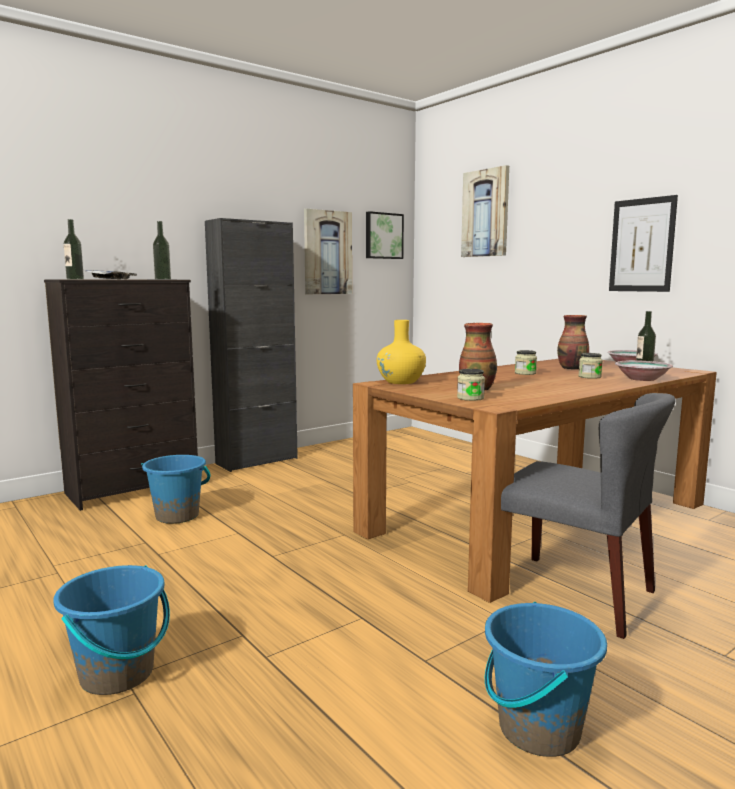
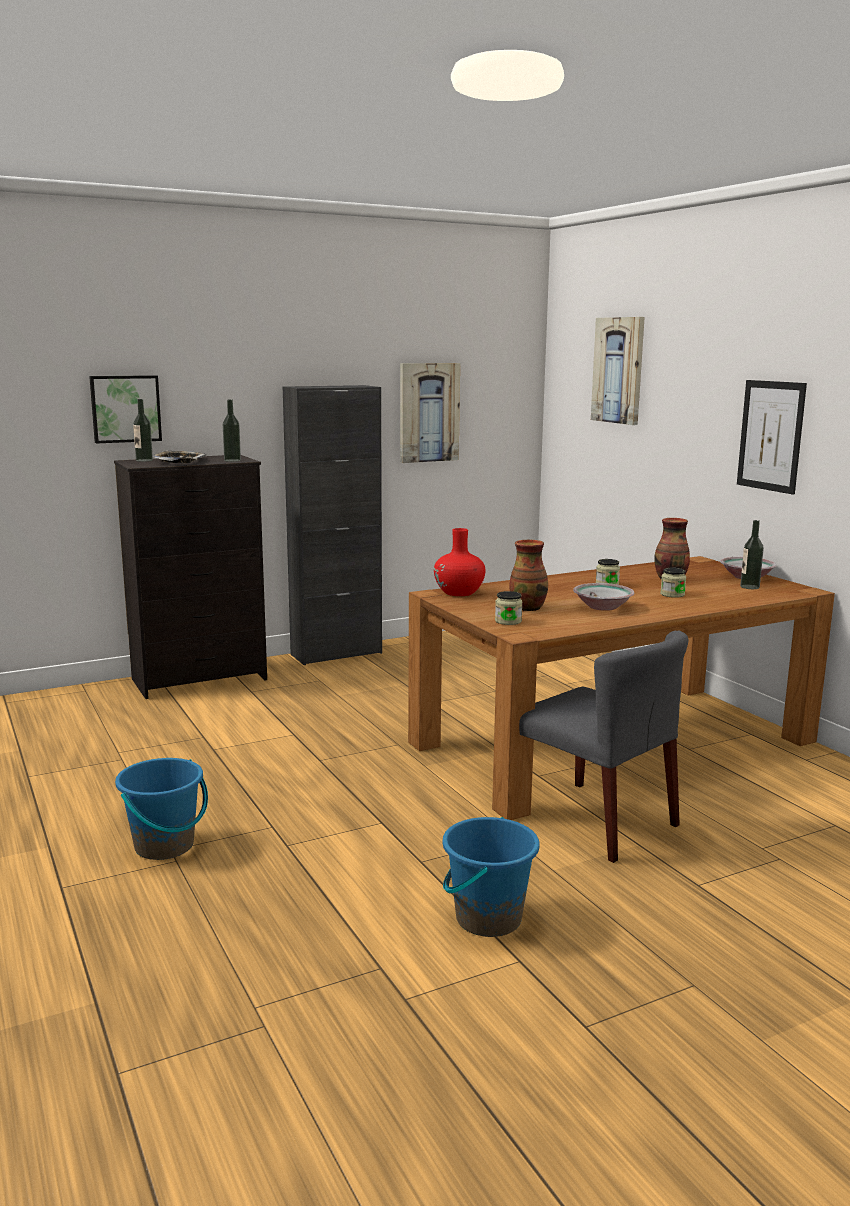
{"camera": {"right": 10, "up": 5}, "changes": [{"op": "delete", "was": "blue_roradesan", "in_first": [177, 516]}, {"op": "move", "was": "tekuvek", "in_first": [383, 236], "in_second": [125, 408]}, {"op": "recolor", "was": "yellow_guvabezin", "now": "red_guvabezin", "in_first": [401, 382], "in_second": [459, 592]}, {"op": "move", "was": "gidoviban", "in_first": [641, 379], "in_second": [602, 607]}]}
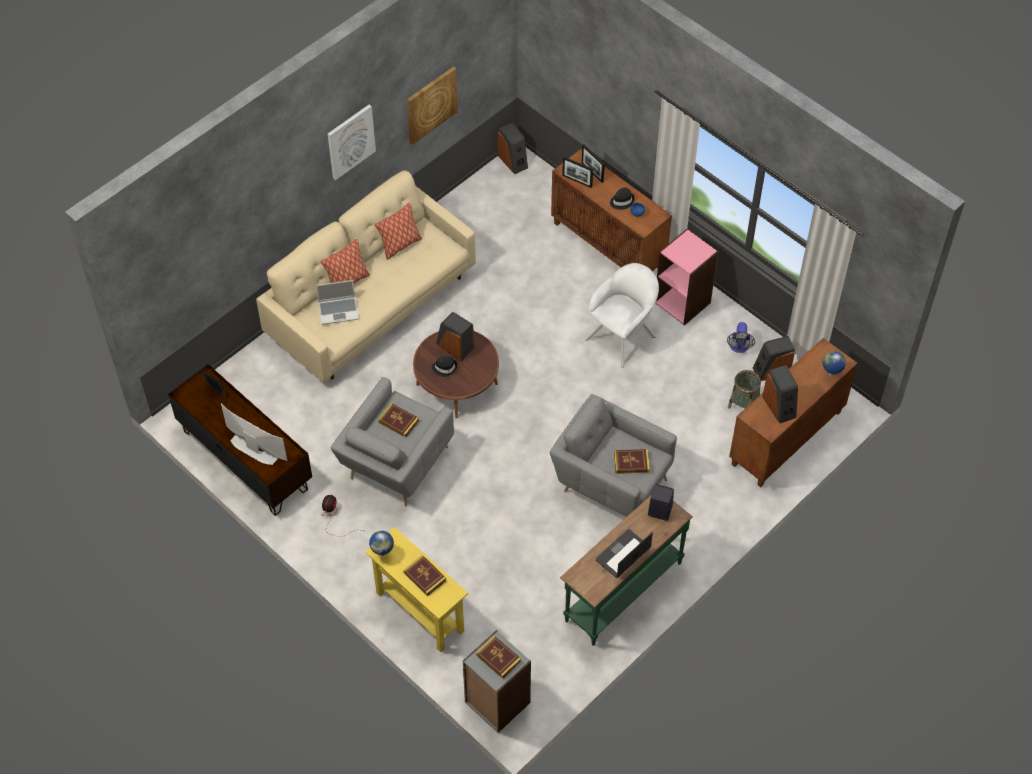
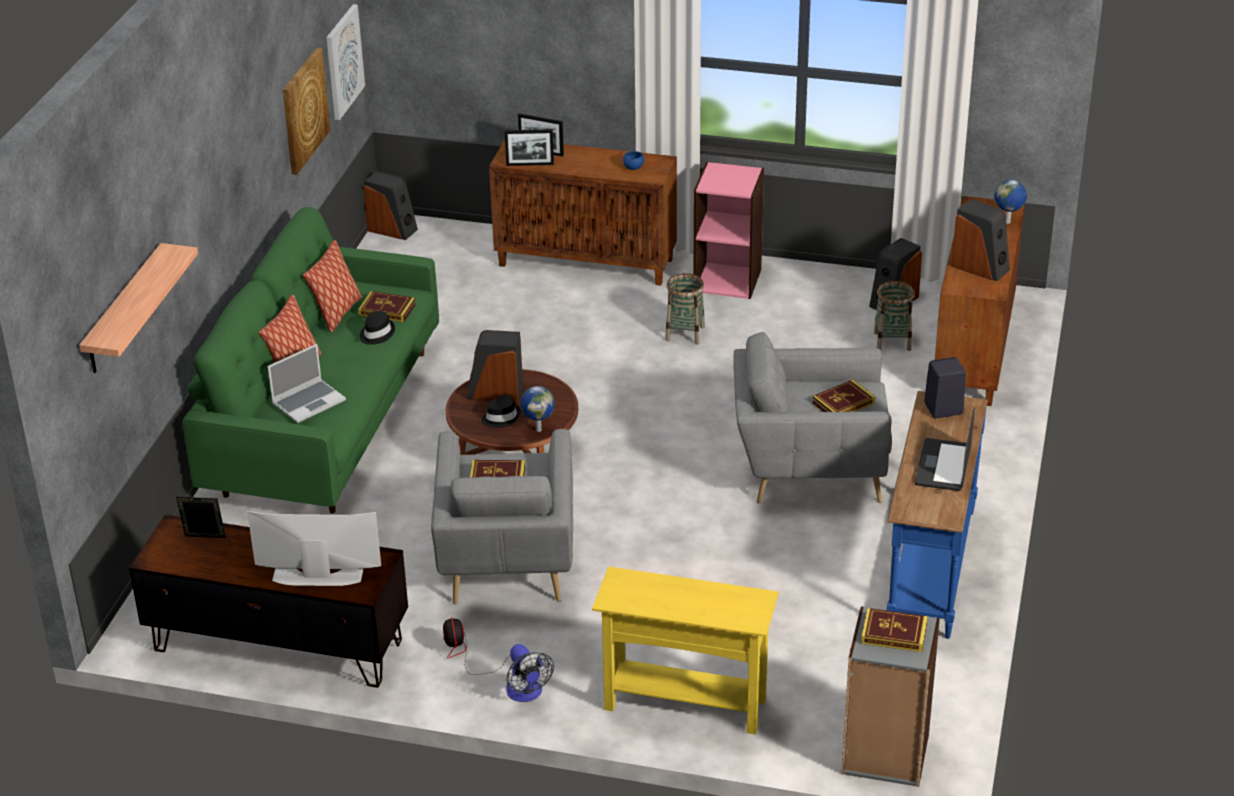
{"camera": {"right": -30, "up": -20}, "changes": [{"op": "recolor", "was": "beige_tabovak", "now": "green_tabovak", "in_first": [371, 306], "in_second": [324, 422]}, {"op": "move", "was": "tekuvek", "in_first": [350, 141], "in_second": [343, 61]}, {"op": "move", "was": "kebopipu", "in_first": [383, 554], "in_second": [538, 429]}, {"op": "move", "was": "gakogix", "in_first": [424, 576], "in_second": [387, 310]}, {"op": "recolor", "was": "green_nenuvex", "now": "blue_nenuvex", "in_first": [622, 591], "in_second": [929, 569]}, {"op": "replace", "was": "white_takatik", "now": "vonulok", "in_first": [623, 335], "in_second": [685, 333]}, {"op": "move", "was": "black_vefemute", "in_first": [621, 201], "in_second": [376, 333]}, {"op": "move", "was": "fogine", "in_first": [739, 347], "in_second": [526, 694]}, {"op": "insert", "now": "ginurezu", "in_second": [124, 310]}]}
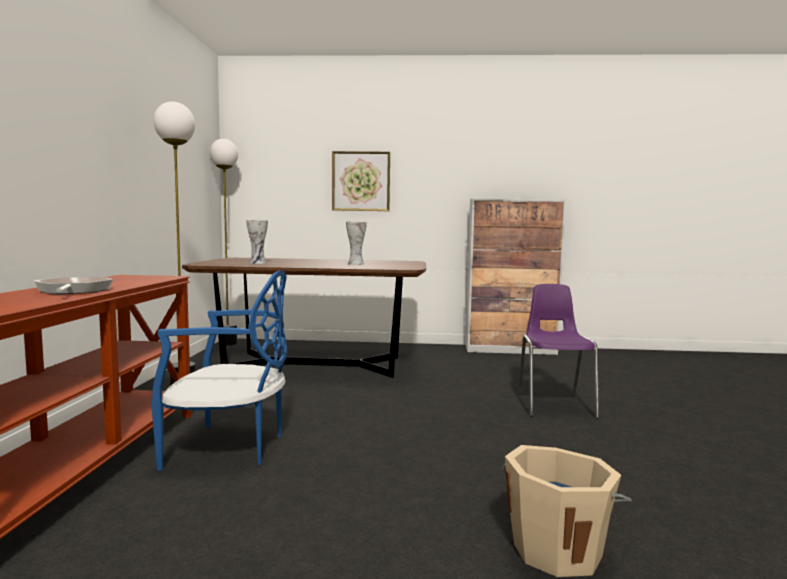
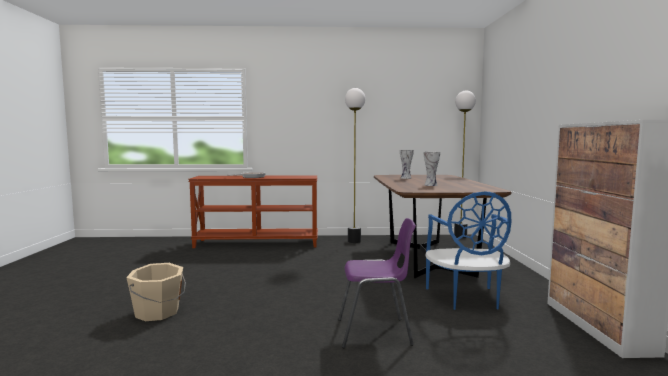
{"camera": {"right": 85, "up": 0}, "changes": [{"op": "move", "was": "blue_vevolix", "in_first": [229, 448], "in_second": [466, 298]}, {"op": "delete", "was": "tekuvek", "in_first": [361, 181]}]}
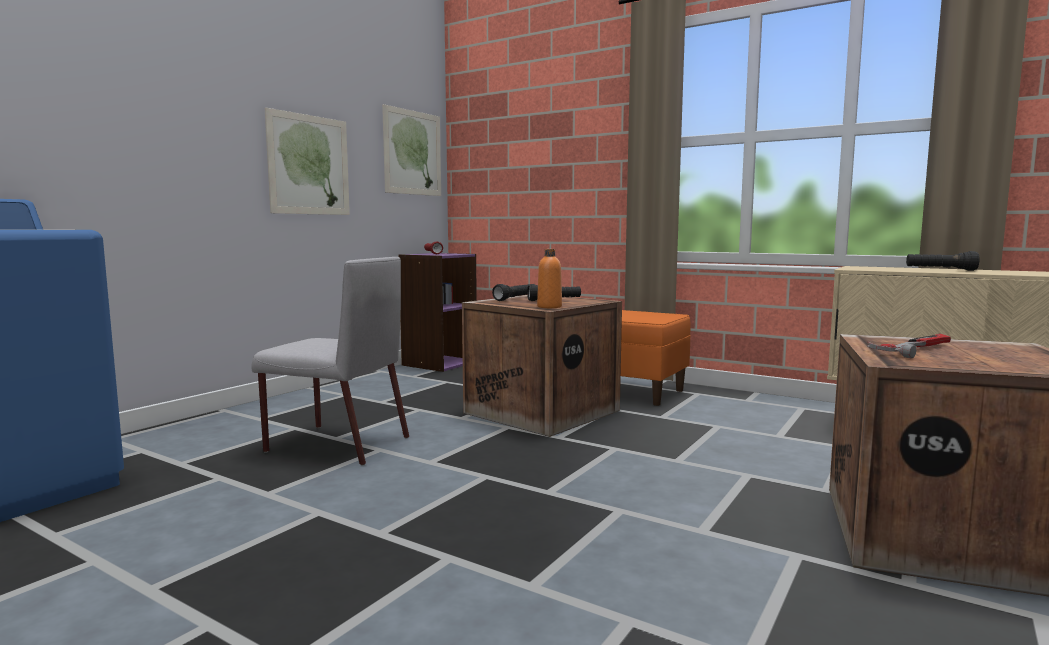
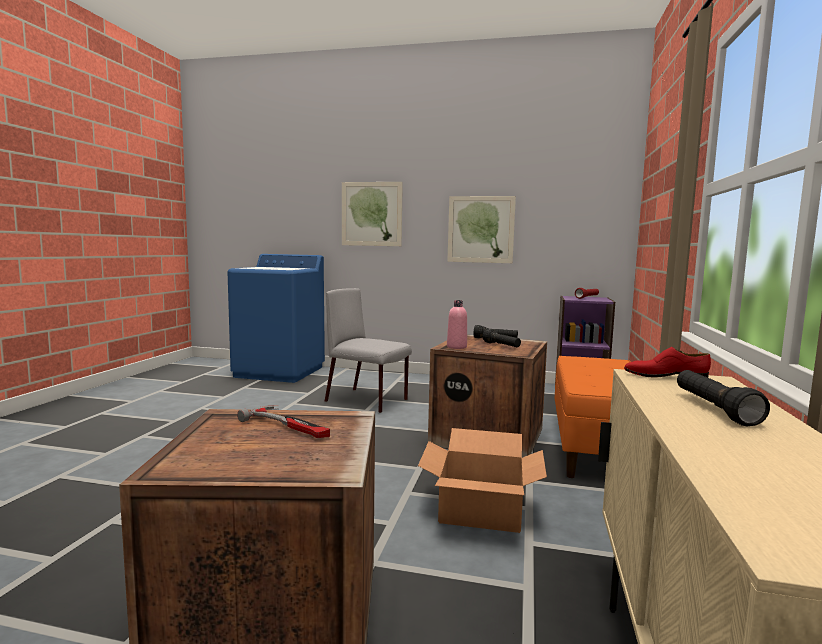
{"camera": {"right": 70, "up": 0}, "changes": [{"op": "rotate", "was": "grey_vevolix", "in_first": [336, 444], "in_second": [367, 401], "clockwise": 120}, {"op": "move", "was": "tekuvek", "in_first": [412, 153], "in_second": [371, 214]}, {"op": "recolor", "was": "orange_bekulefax", "now": "pink_bekulefax", "in_first": [549, 307], "in_second": [456, 347]}, {"op": "insert", "now": "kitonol", "in_second": [481, 510]}, {"op": "insert", "now": "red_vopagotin", "in_second": [664, 377]}]}
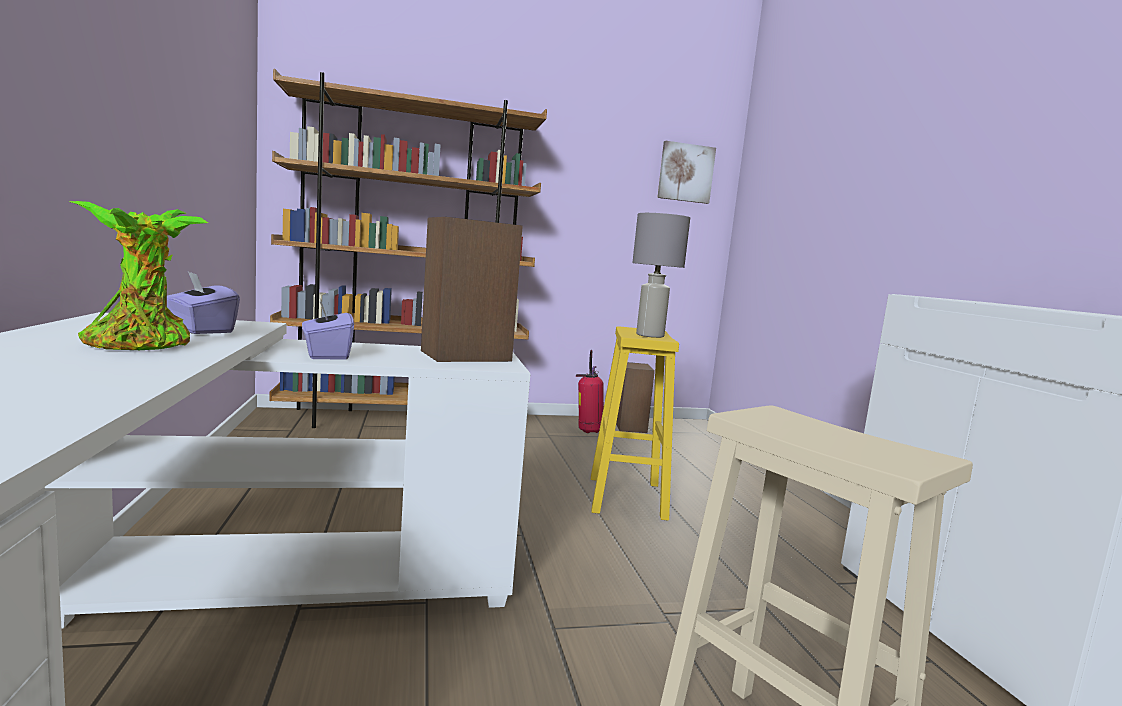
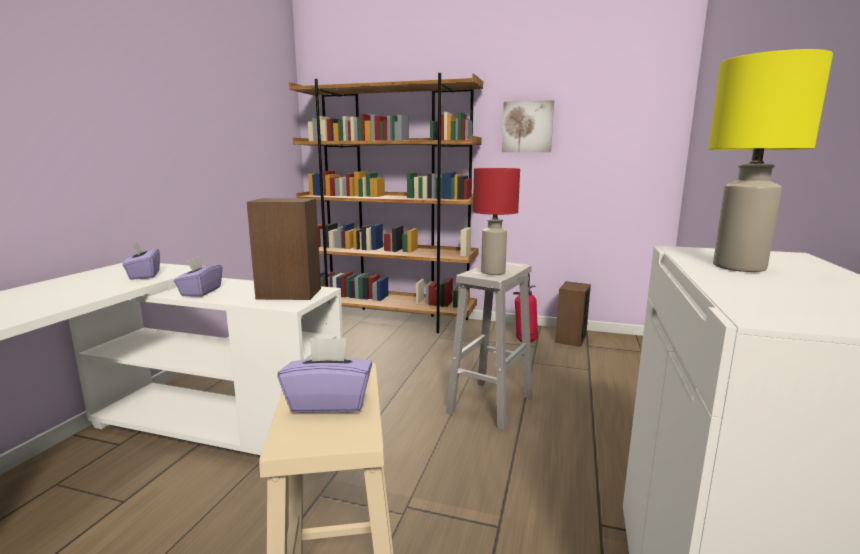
{"camera": {"right": 30, "up": 5}, "changes": [{"op": "delete", "was": "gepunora", "in_first": [141, 346]}, {"op": "recolor", "was": "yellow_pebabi", "now": "white_pebabi", "in_first": [626, 496], "in_second": [490, 403]}, {"op": "recolor", "was": "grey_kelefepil", "now": "red_kelefepil", "in_first": [650, 336], "in_second": [492, 272]}, {"op": "move", "was": "tekuvek", "in_first": [685, 173], "in_second": [527, 127]}, {"op": "insert", "now": "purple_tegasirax", "in_second": [329, 402]}, {"op": "insert", "now": "yellow_kelefepil", "in_second": [738, 267]}]}
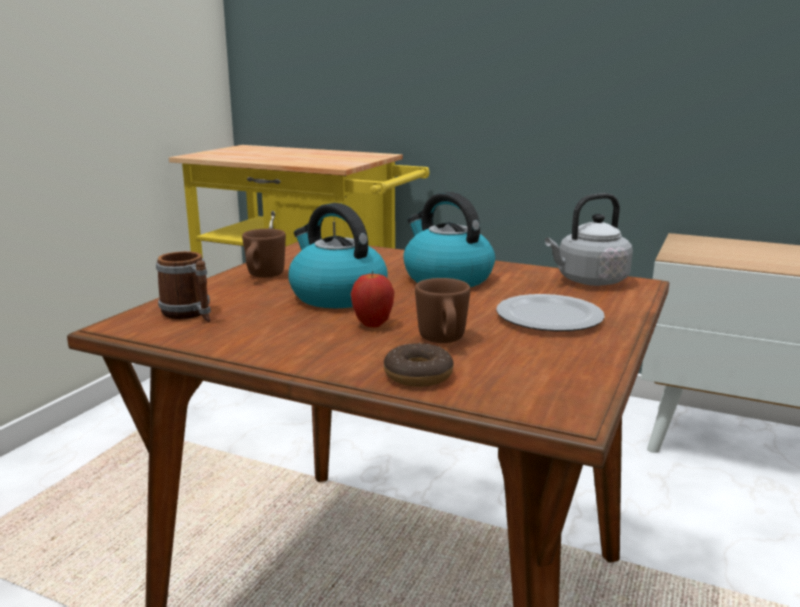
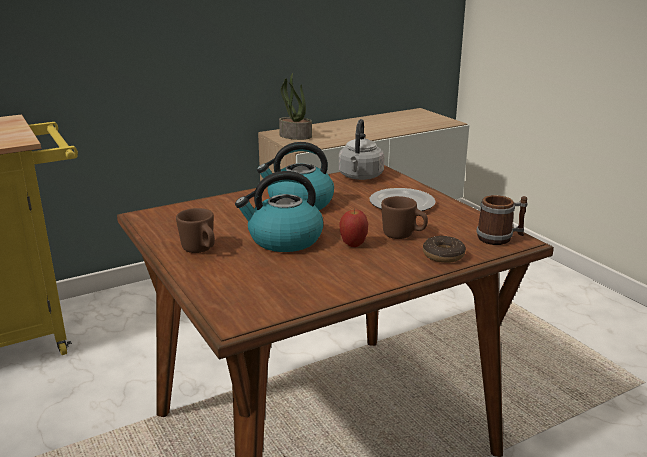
{"camera": {"right": -55, "up": 5}, "changes": [{"op": "move", "was": "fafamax", "in_first": [190, 314], "in_second": [500, 238]}, {"op": "insert", "now": "gepunora", "in_second": [295, 136]}]}
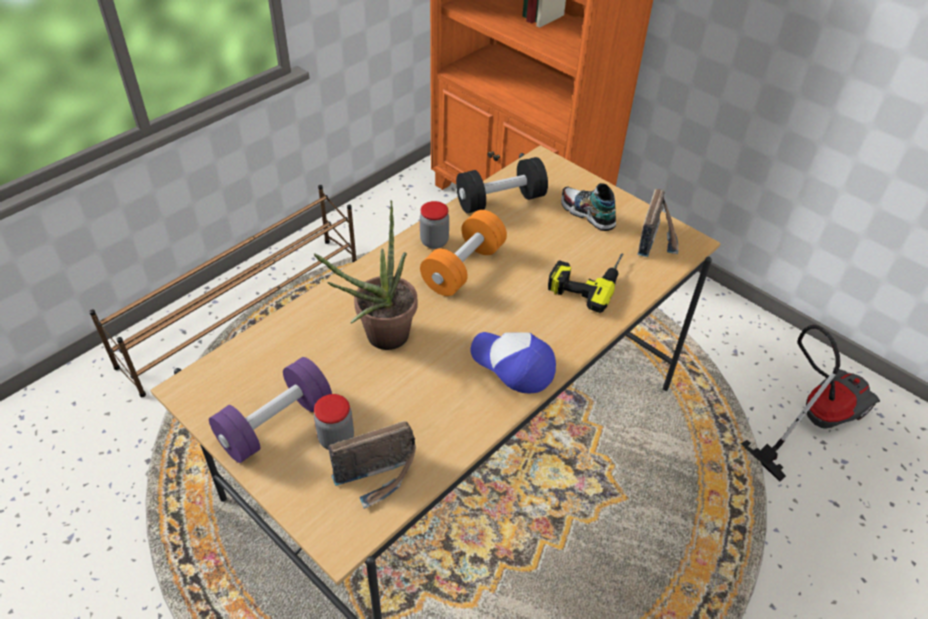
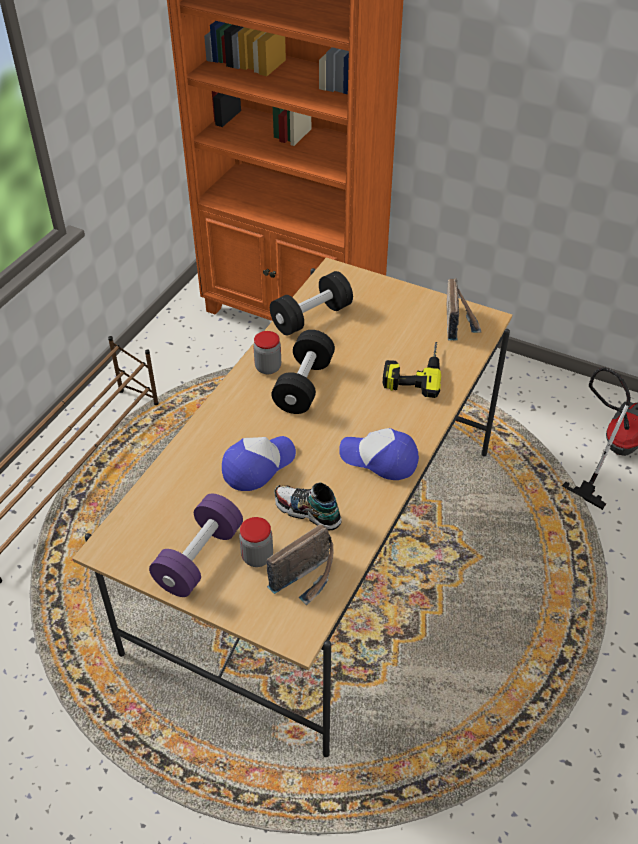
{"camera": {"right": -15, "up": 0}, "changes": [{"op": "replace", "was": "gepunora", "now": "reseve", "in_first": [380, 340], "in_second": [258, 465]}, {"op": "recolor", "was": "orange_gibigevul", "now": "black_gibigevul", "in_first": [463, 268], "in_second": [304, 385]}, {"op": "move", "was": "vopagotin", "in_first": [587, 214], "in_second": [307, 512]}]}
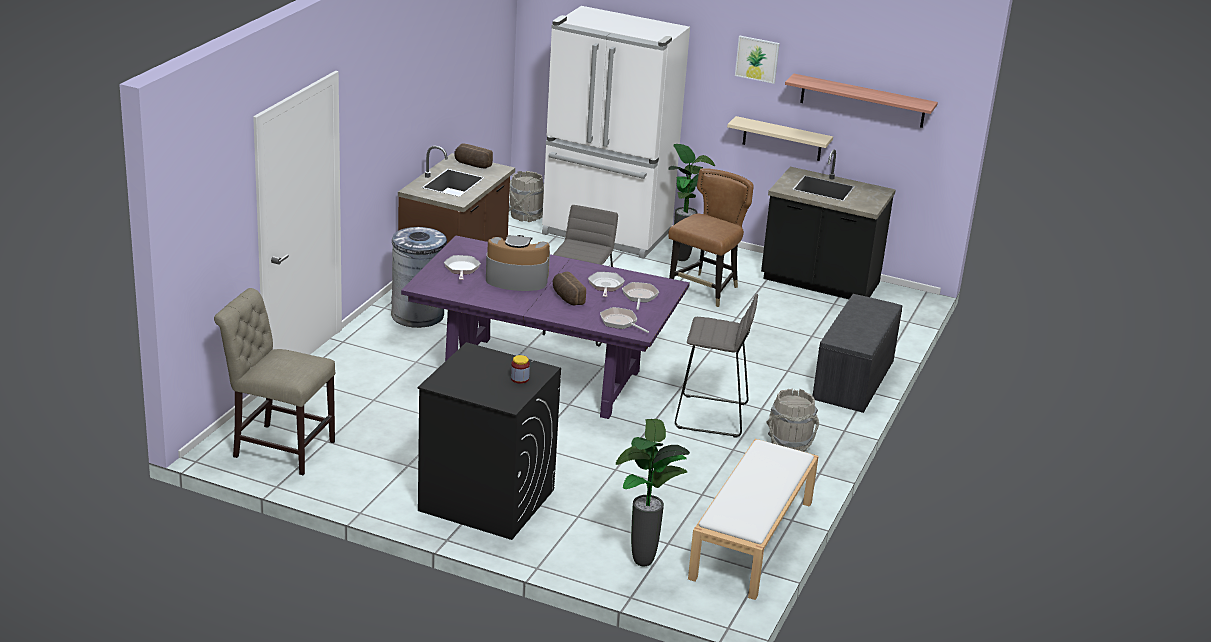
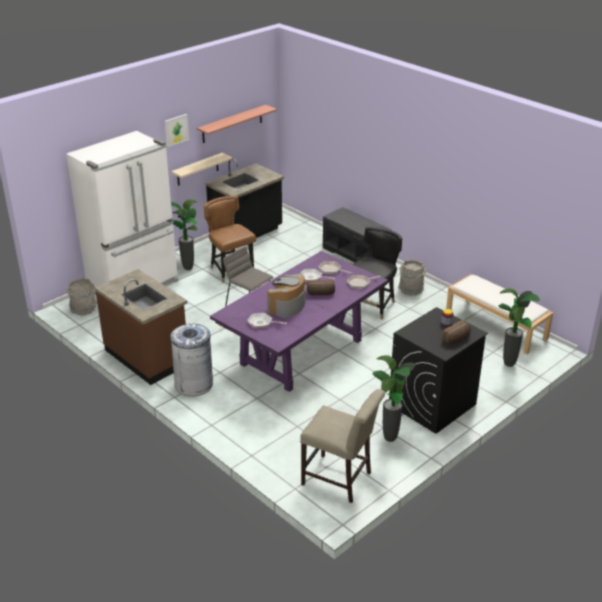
{"camera": {"right": -65, "up": 5}, "changes": [{"op": "rotate", "was": "beige_vevolix", "in_first": [279, 447], "in_second": [340, 480], "clockwise": -105}, {"op": "move", "was": "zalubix", "in_first": [472, 165], "in_second": [457, 339]}, {"op": "replace", "was": "grey_pebabi", "now": "black_vevolix", "in_first": [711, 416], "in_second": [373, 306]}, {"op": "insert", "now": "gepunora", "in_second": [390, 440]}]}
